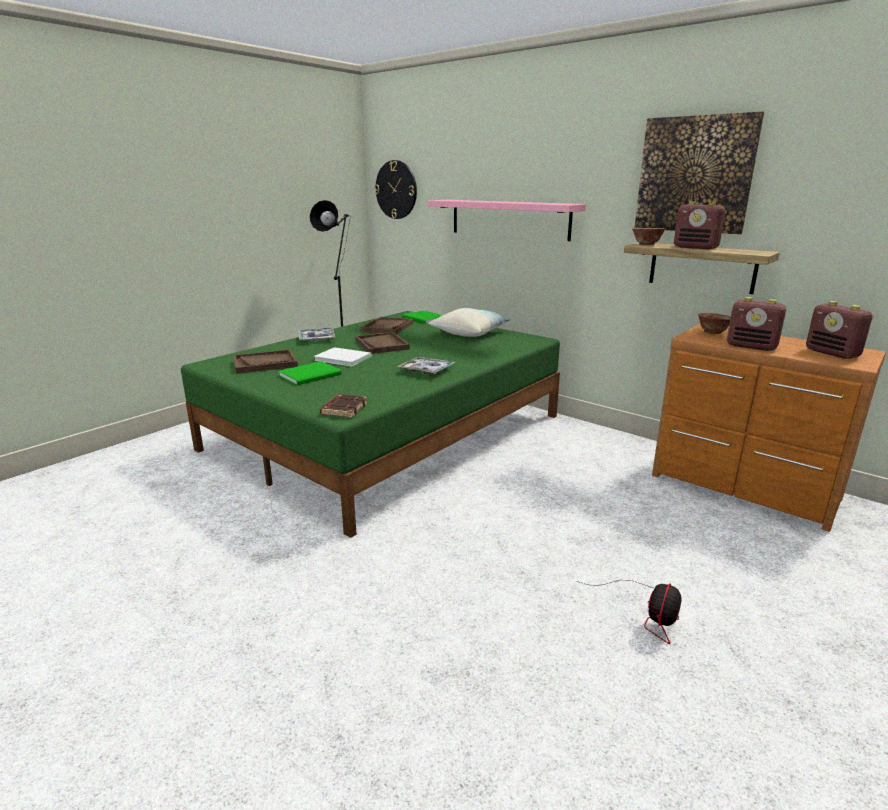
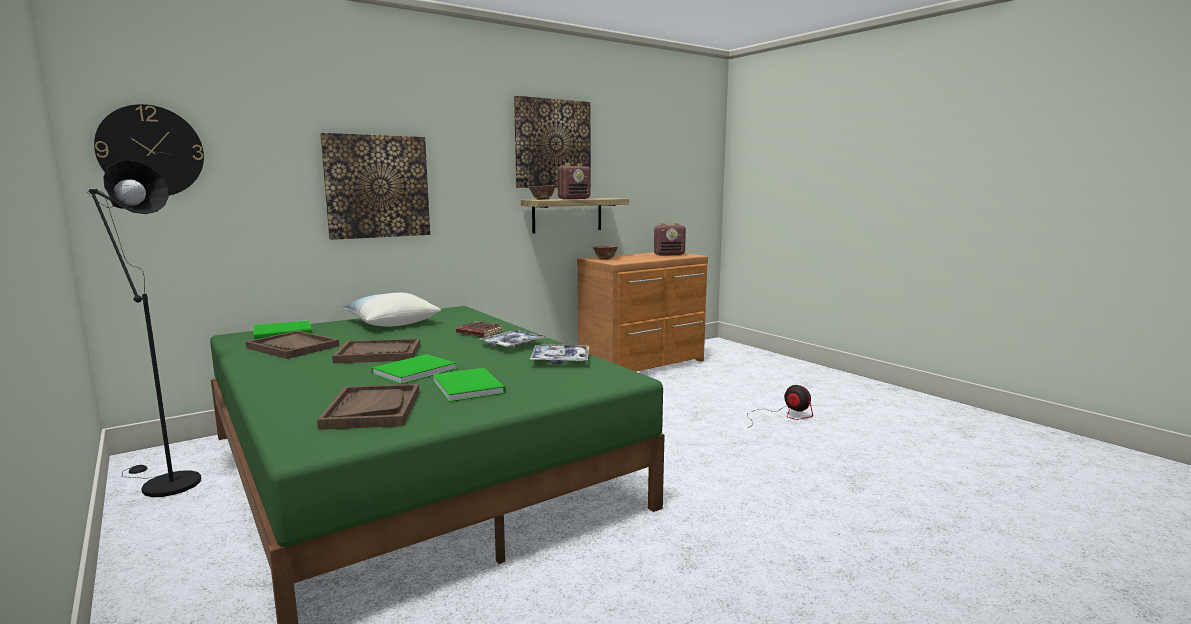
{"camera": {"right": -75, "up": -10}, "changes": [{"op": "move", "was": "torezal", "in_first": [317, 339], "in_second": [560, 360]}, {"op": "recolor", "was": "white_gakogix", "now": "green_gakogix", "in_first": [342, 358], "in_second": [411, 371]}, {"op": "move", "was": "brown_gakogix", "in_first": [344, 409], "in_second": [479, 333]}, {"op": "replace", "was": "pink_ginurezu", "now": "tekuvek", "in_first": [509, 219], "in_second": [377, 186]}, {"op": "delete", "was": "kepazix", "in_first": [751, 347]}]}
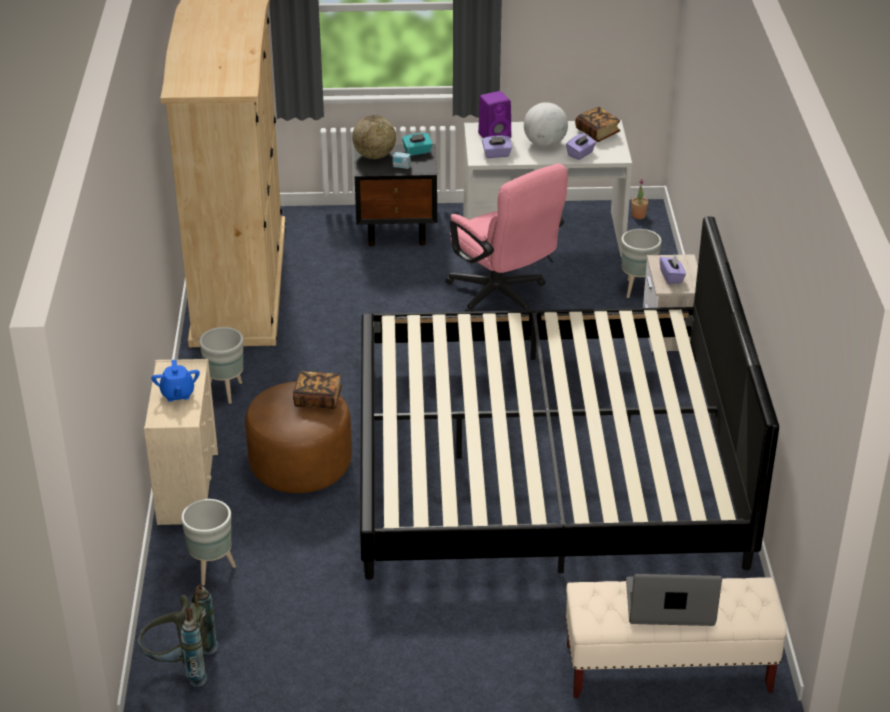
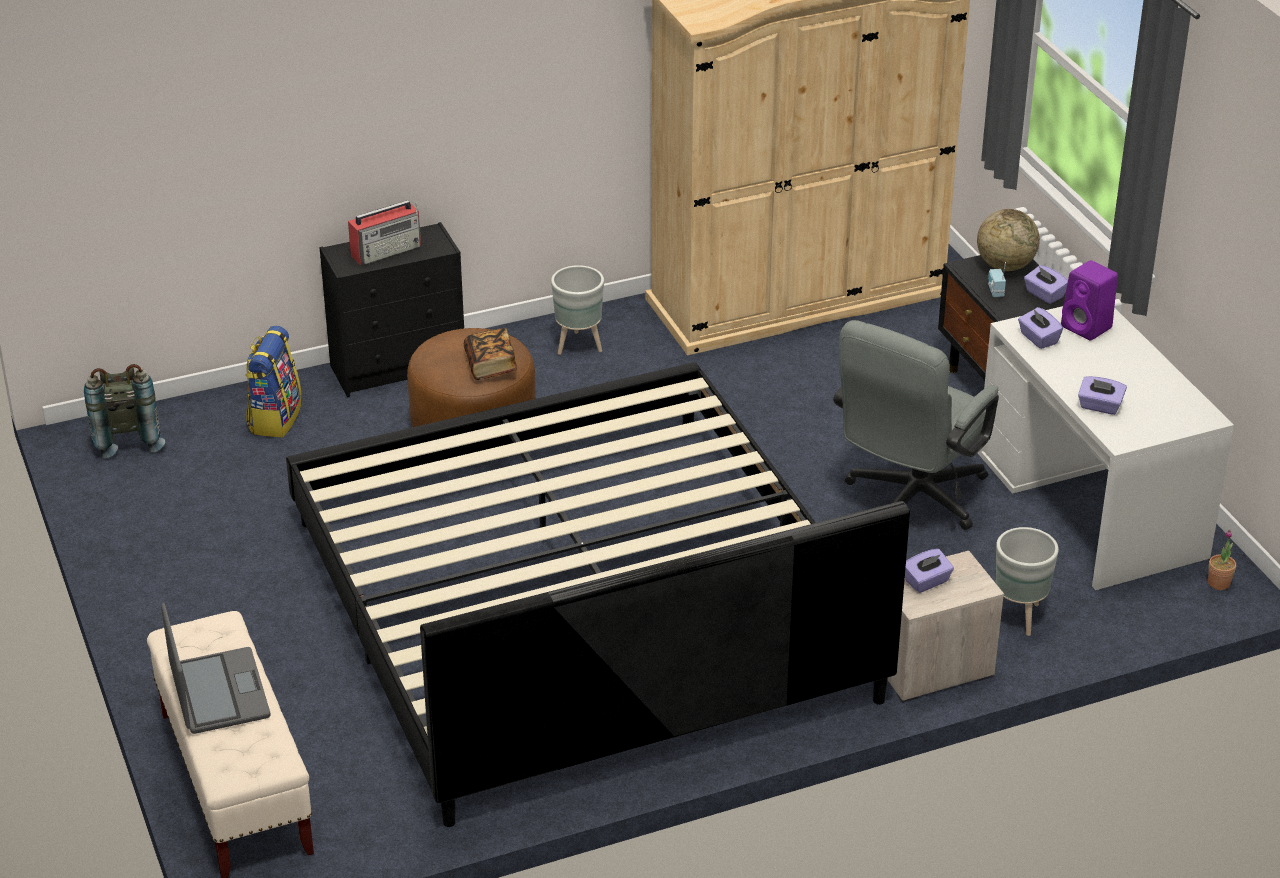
{"camera": {"right": 70, "up": 0}, "changes": [{"op": "recolor", "was": "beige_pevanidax", "now": "black_pevanidax", "in_first": [188, 487], "in_second": [400, 367]}, {"op": "replace", "was": "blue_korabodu", "now": "kepazix", "in_first": [177, 394], "in_second": [387, 250]}, {"op": "replace", "was": "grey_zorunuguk", "now": "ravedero", "in_first": [211, 570], "in_second": [274, 418]}, {"op": "recolor", "was": "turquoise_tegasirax", "now": "purple_tegasirax", "in_first": [417, 151], "in_second": [1044, 294]}, {"op": "recolor", "was": "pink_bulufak", "now": "grey_bulufak", "in_first": [502, 298], "in_second": [909, 502]}, {"op": "delete", "was": "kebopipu", "in_first": [545, 144]}, {"op": "delete", "was": "gakogix", "in_first": [597, 132]}]}
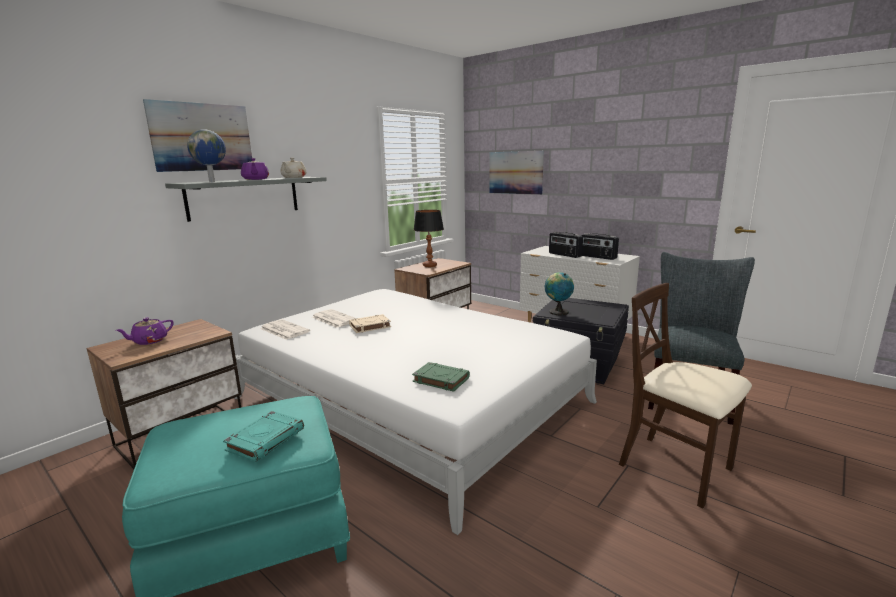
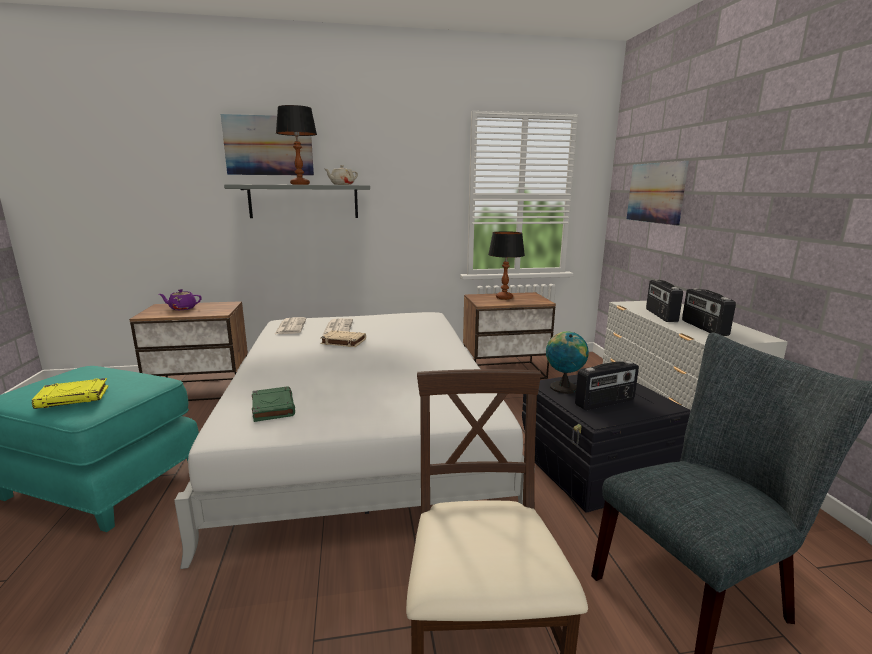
{"camera": {"right": 40, "up": 0}, "changes": [{"op": "delete", "was": "kebopipu", "in_first": [212, 182]}, {"op": "recolor", "was": "turquoise_gakogix", "now": "yellow_gakogix", "in_first": [266, 439], "in_second": [74, 397]}, {"op": "replace", "was": "purple_korabodu", "now": "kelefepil", "in_first": [255, 179], "in_second": [300, 184]}, {"op": "insert", "now": "kepazix", "in_second": [605, 403]}]}
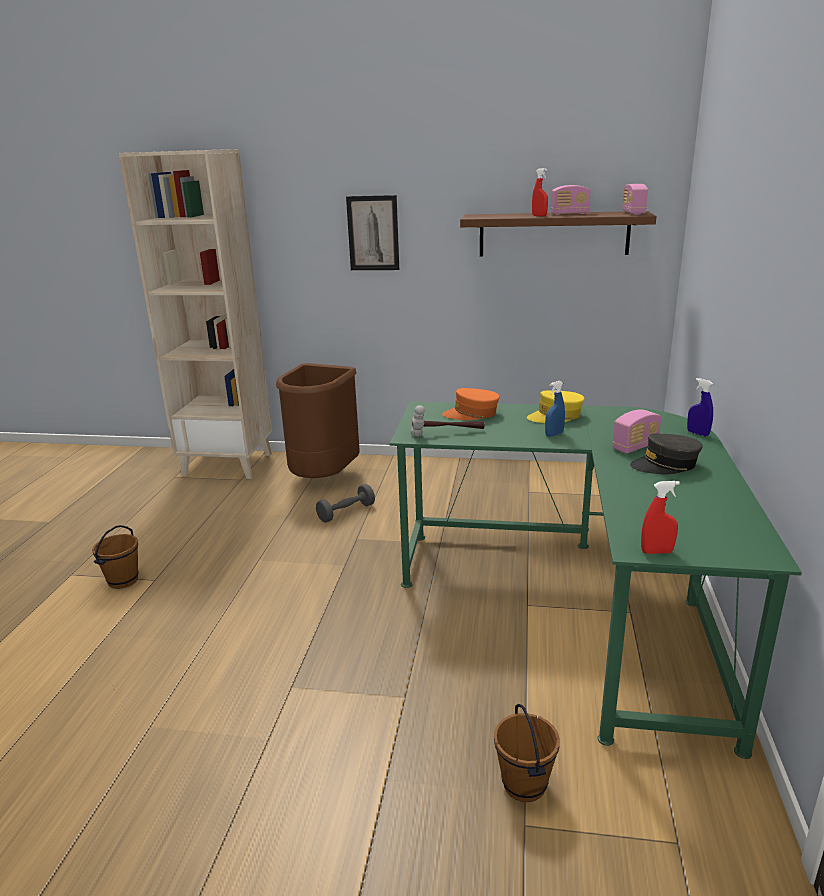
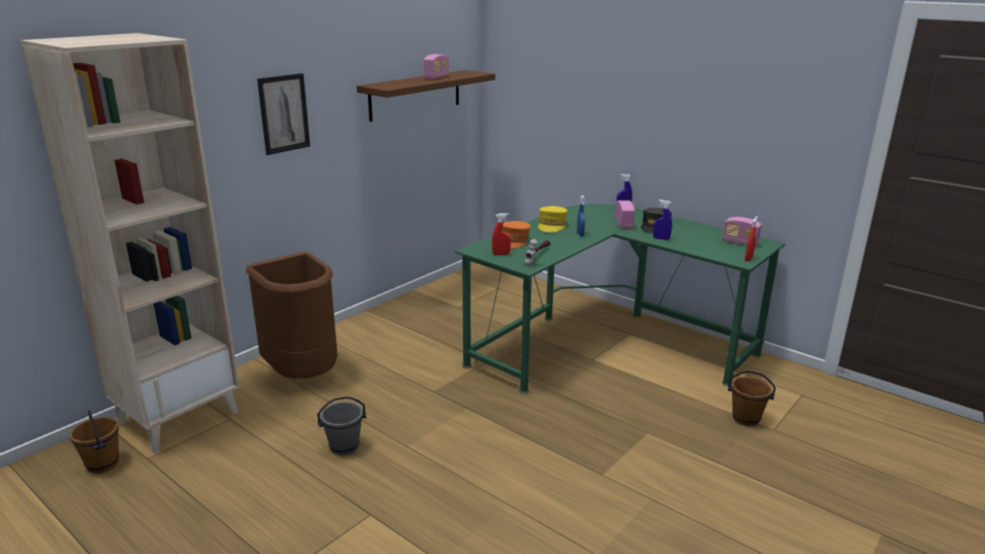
{"camera": {"right": -60, "up": 0}, "changes": [{"op": "move", "was": "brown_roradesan", "in_first": [123, 580], "in_second": [102, 464]}, {"op": "delete", "was": "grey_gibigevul", "in_first": [346, 512]}, {"op": "move", "was": "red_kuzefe", "in_first": [539, 216], "in_second": [501, 254]}, {"op": "move", "was": "kepazix", "in_first": [633, 213], "in_second": [739, 243]}, {"op": "insert", "now": "grey_roradesan", "in_second": [344, 447]}, {"op": "insert", "now": "blue_kuzefe", "in_second": [661, 239]}]}
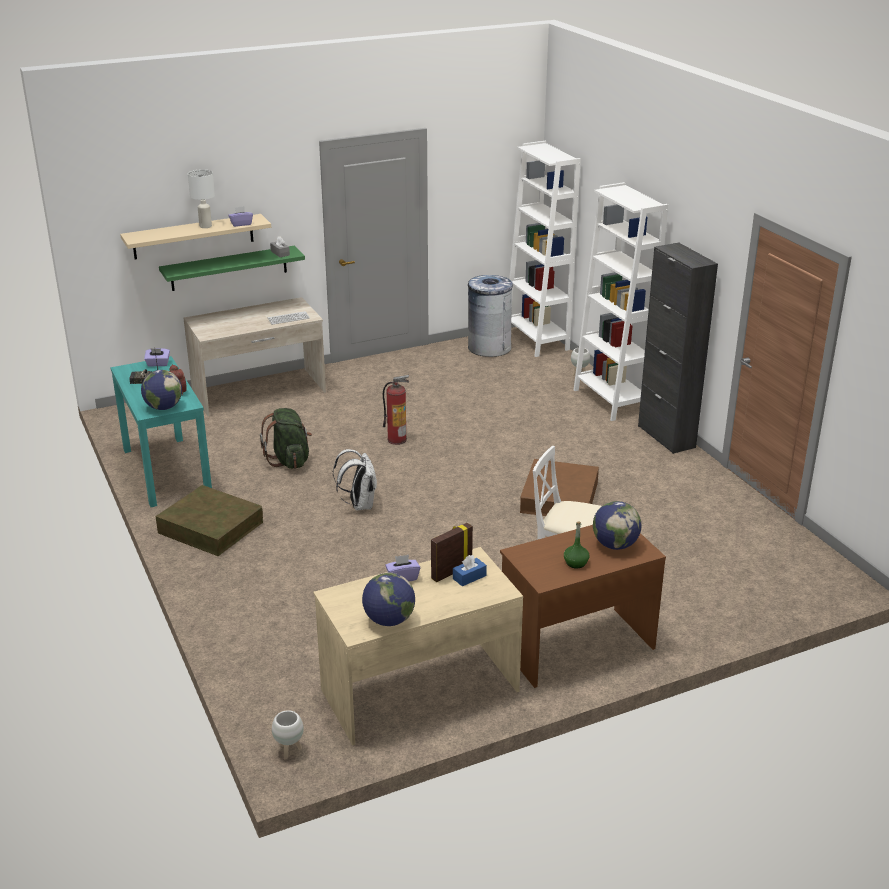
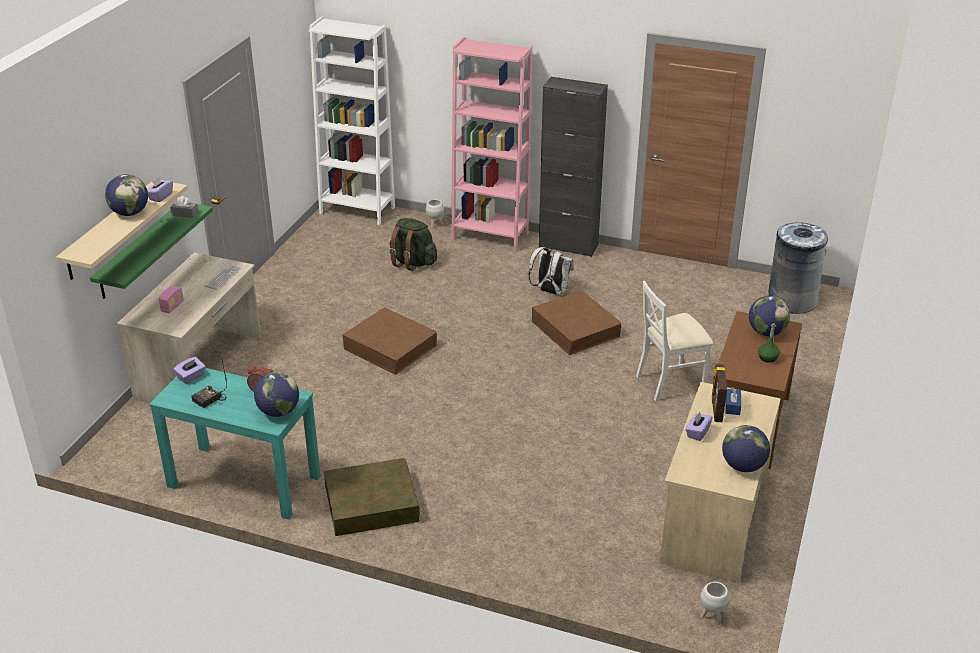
{"camera": {"right": -45, "up": 5}, "changes": [{"op": "replace", "was": "white_kelefepil", "now": "kebopipu", "in_first": [205, 226], "in_second": [130, 213]}, {"op": "move", "was": "green_ravedero", "in_first": [289, 460], "in_second": [412, 262]}, {"op": "move", "was": "white_ravedero", "in_first": [359, 505], "in_second": [550, 291]}, {"op": "replace", "was": "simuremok", "now": "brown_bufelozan", "in_first": [397, 439], "in_second": [390, 347]}, {"op": "move", "was": "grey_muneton", "in_first": [489, 348], "in_second": [791, 300]}, {"op": "recolor", "was": "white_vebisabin", "now": "pink_vebisabin", "in_first": [610, 401], "in_second": [490, 236]}, {"op": "insert", "now": "kepazix", "in_second": [172, 307]}]}
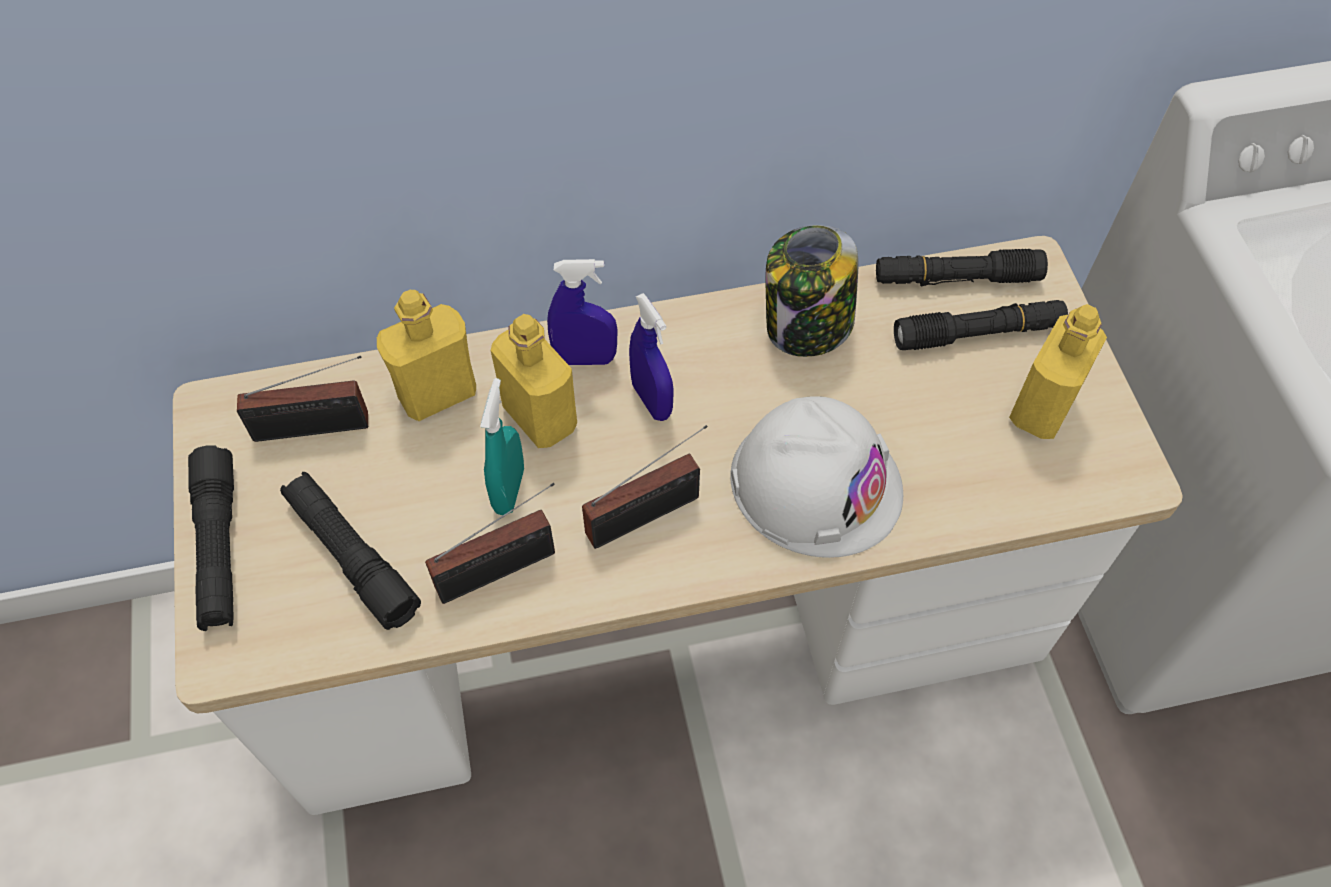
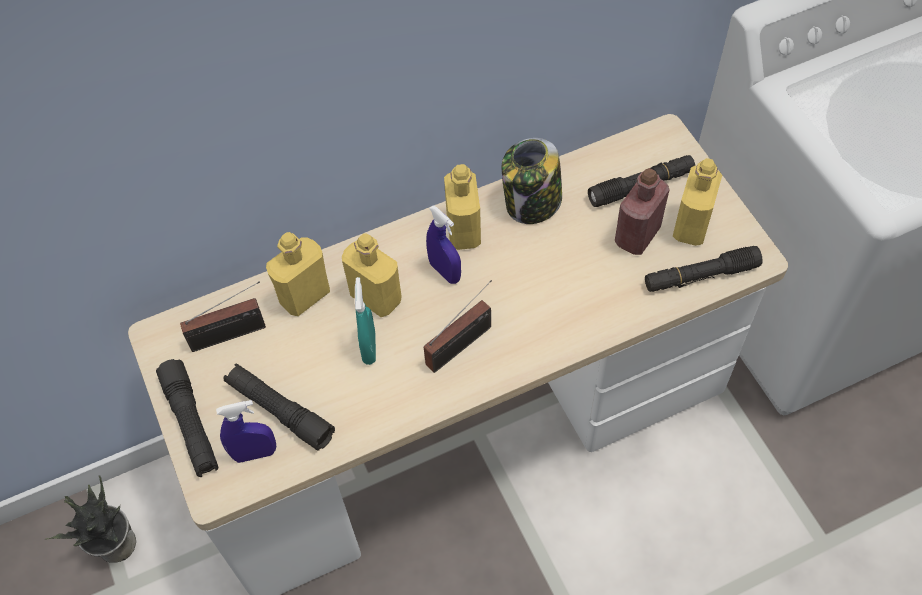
{"camera": {"right": -10, "up": 0}, "changes": [{"op": "delete", "was": "kepazix", "in_first": [503, 569]}, {"op": "move", "was": "blue_kuzefe", "in_first": [585, 358], "in_second": [255, 453]}, {"op": "delete", "was": "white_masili", "in_first": [816, 483]}, {"op": "move", "was": "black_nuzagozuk", "in_first": [956, 278], "in_second": [700, 276]}, {"op": "insert", "now": "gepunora", "in_second": [116, 546]}, {"op": "insert", "now": "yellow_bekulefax", "in_second": [463, 231]}, {"op": "insert", "now": "red_bekulefax", "in_second": [637, 235]}]}
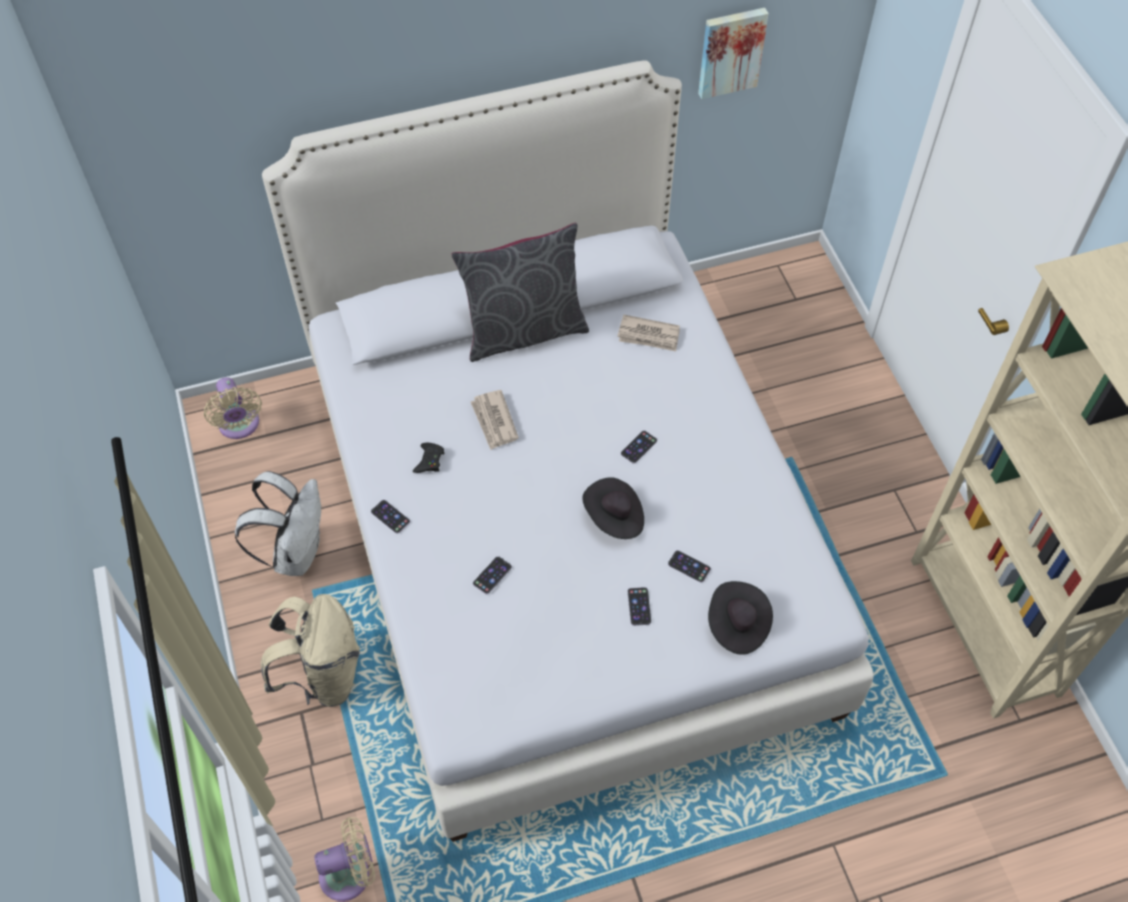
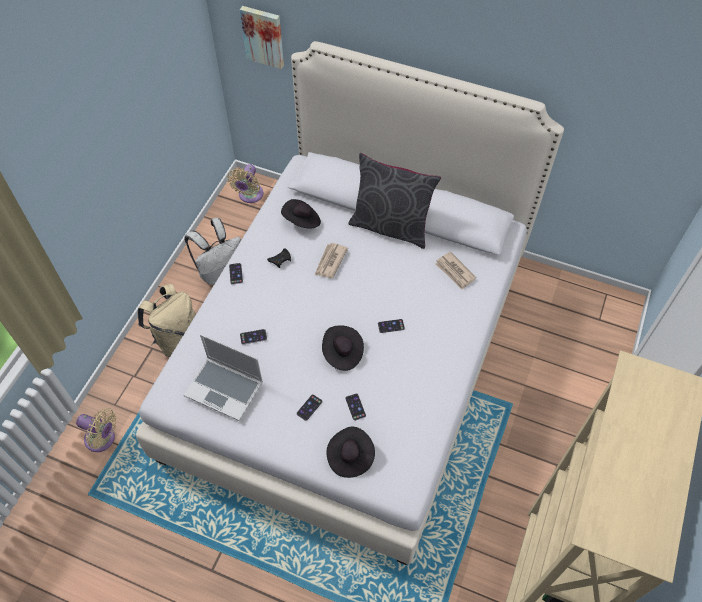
{"camera": {"right": 40, "up": 0}, "changes": [{"op": "move", "was": "tekuvek", "in_first": [730, 51], "in_second": [263, 36]}, {"op": "insert", "now": "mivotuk", "in_second": [225, 388]}, {"op": "insert", "now": "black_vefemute", "in_second": [302, 221]}]}
